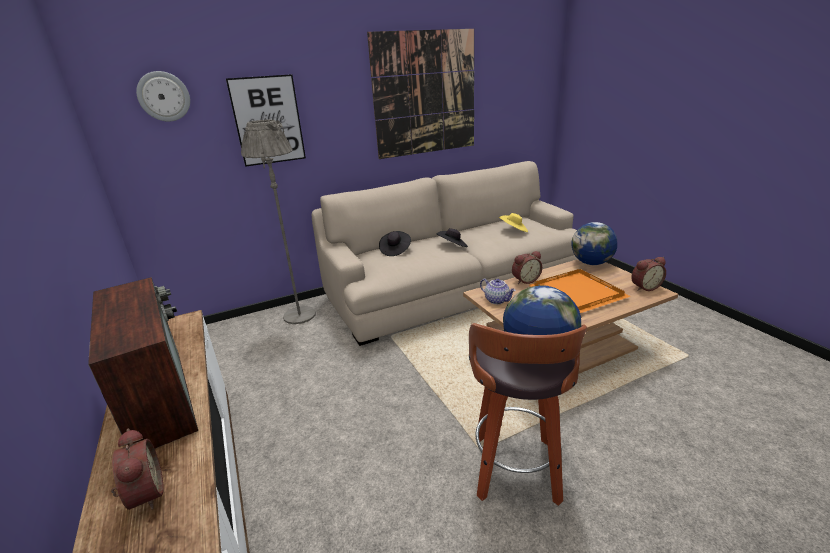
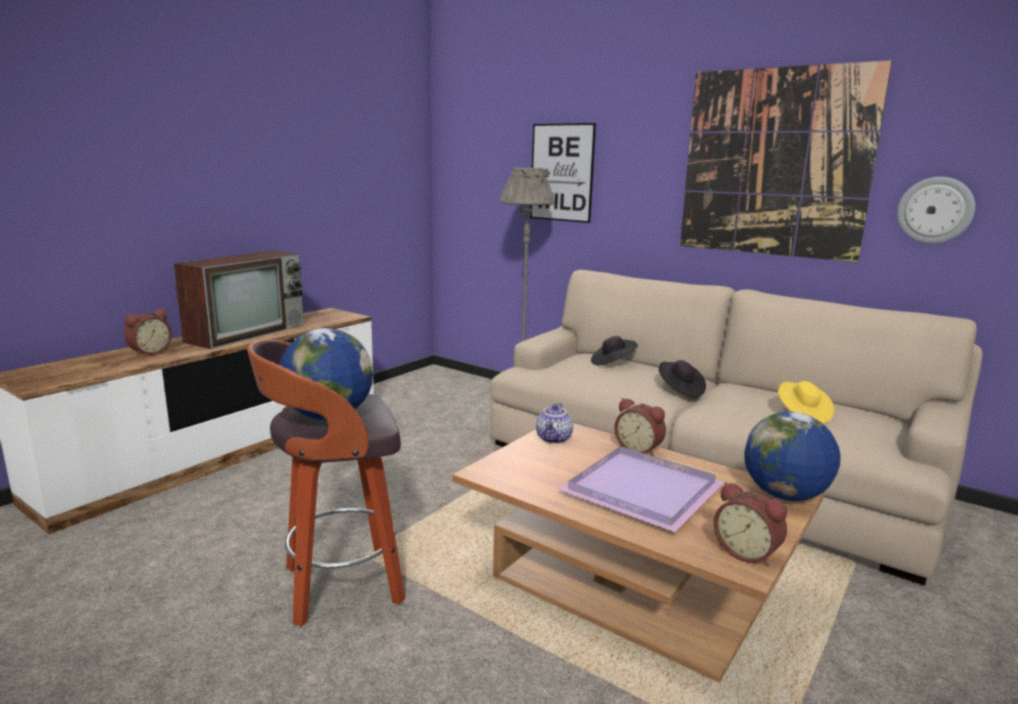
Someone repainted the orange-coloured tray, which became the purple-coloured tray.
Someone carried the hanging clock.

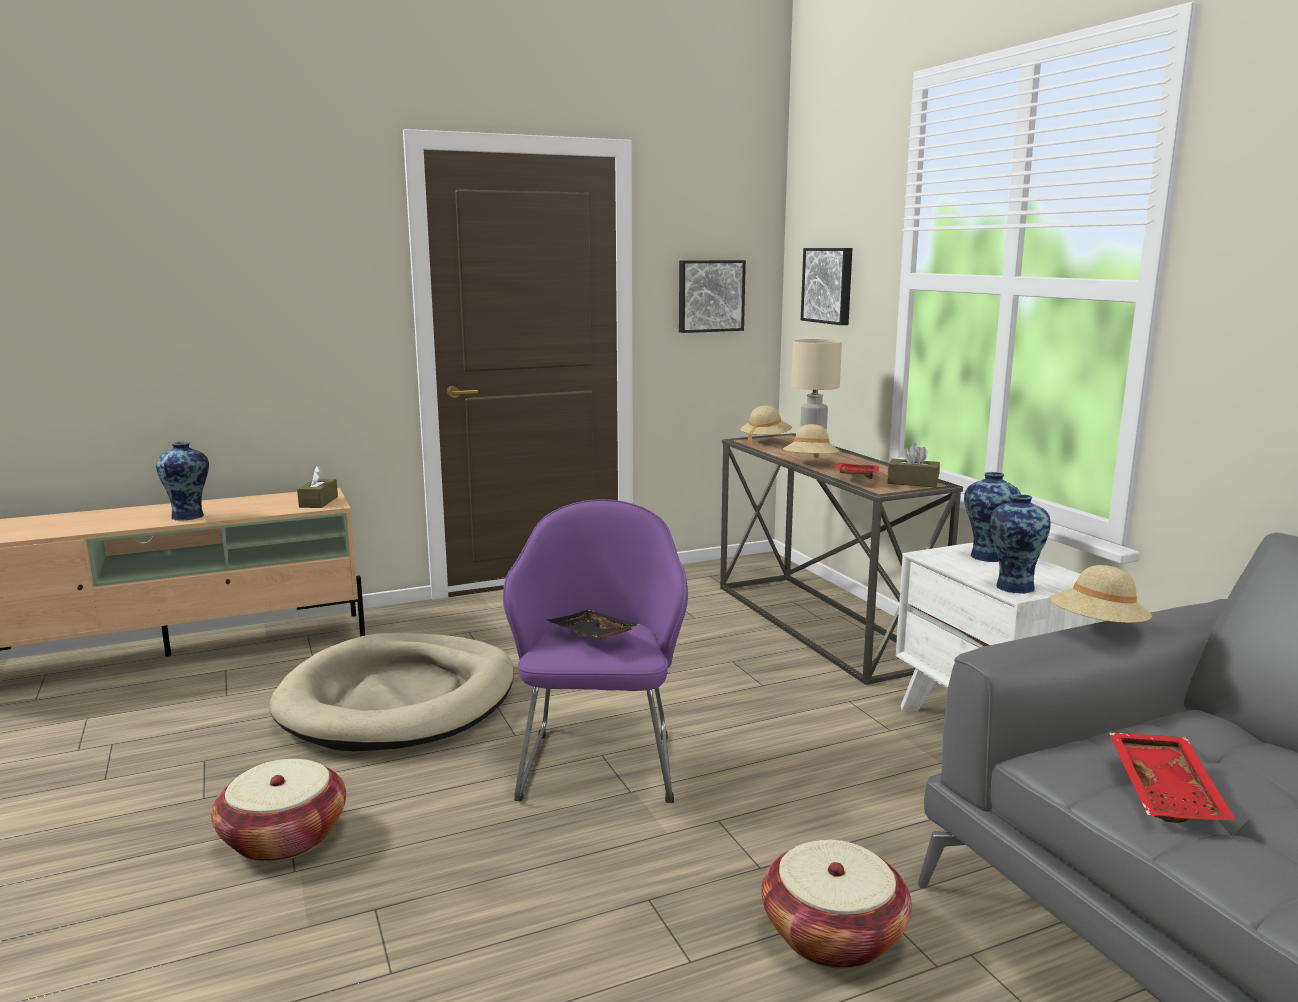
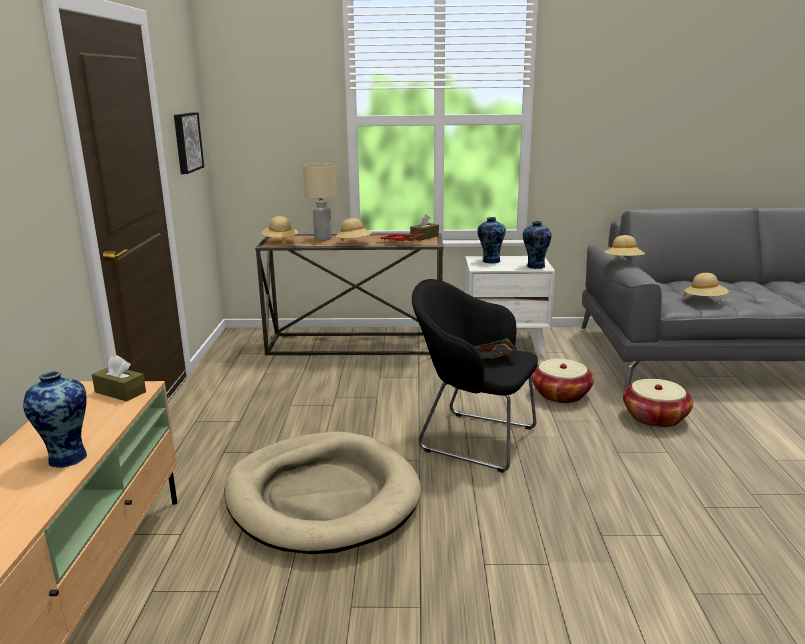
Someone repainted the purple-coloured armchair, which became the black armchair.
Someone carried the household basket (1st from left).
Someone swapped the red tray (2nd from left) for the beige-coloured clothing hat (4th from left).
Someone took away the wall art (2nd from left).

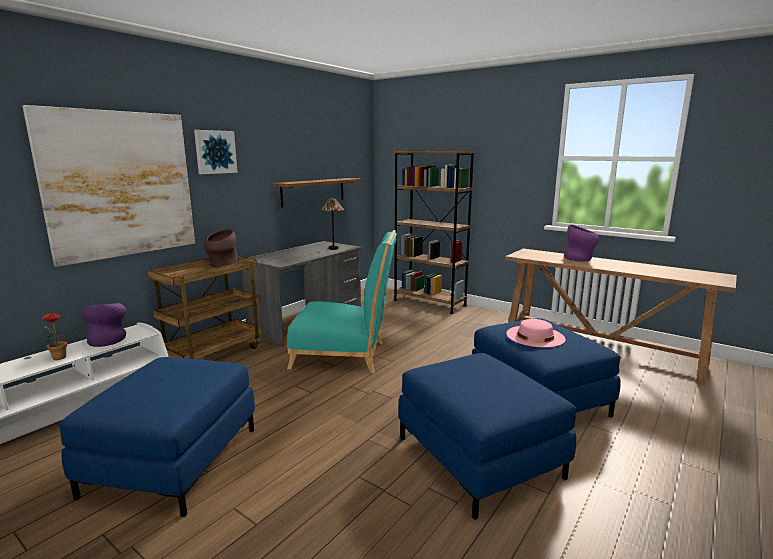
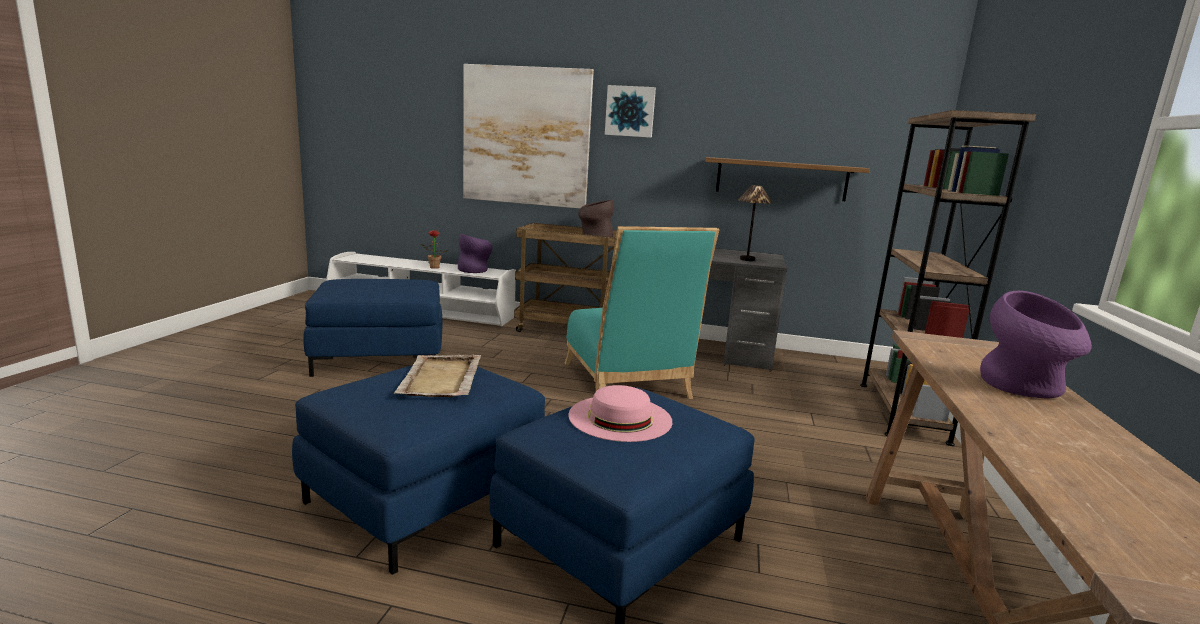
Someone put down the beige-coloured tray.

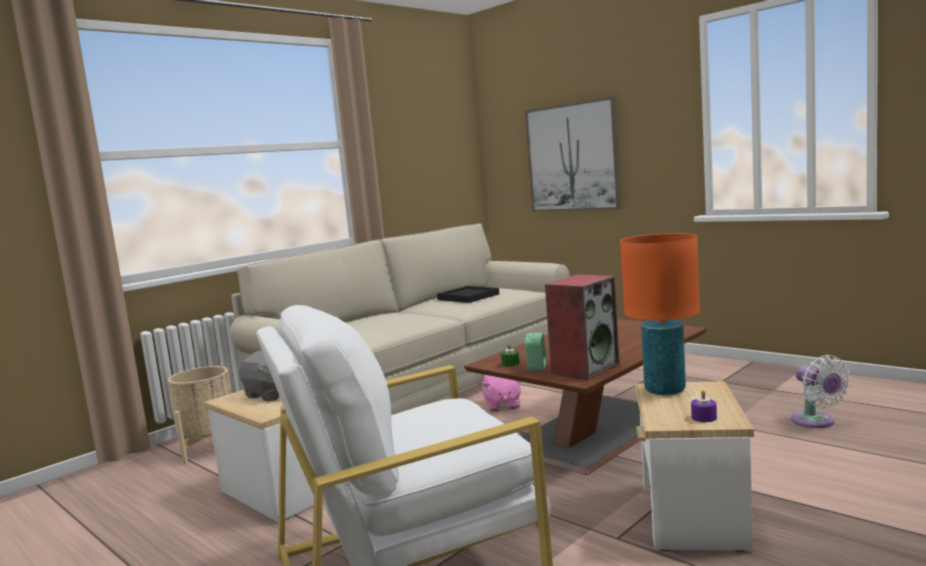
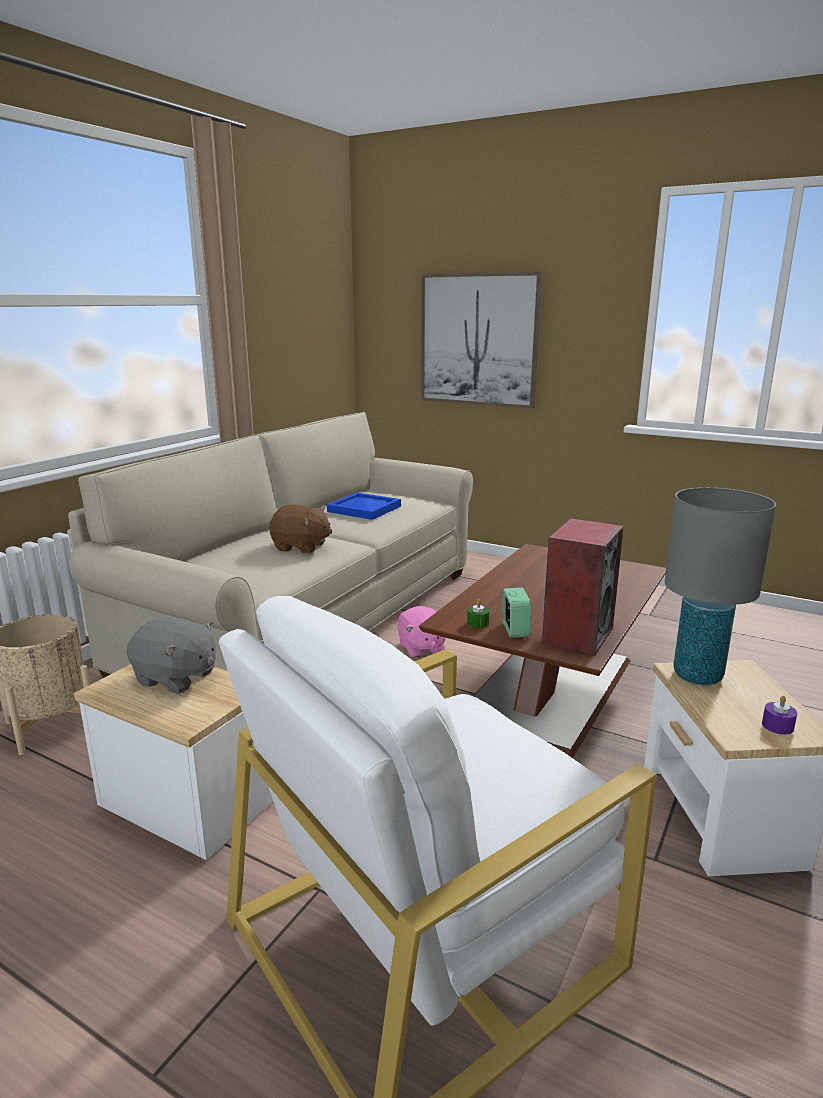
Someone put down the brown soft toy.
Someone repainted the black tray, which became the bluish tray.
Someone repainted the orange-coloured tabletop lamp, which became the grey tabletop lamp.
Someone took away the white-coloured electric fan.

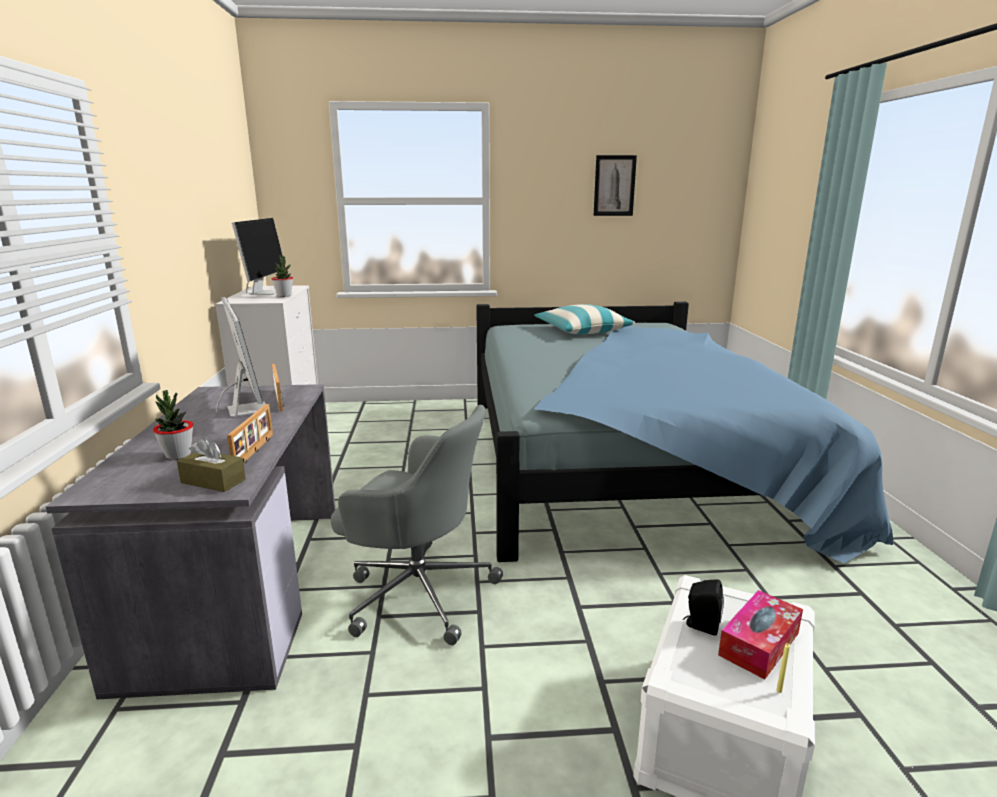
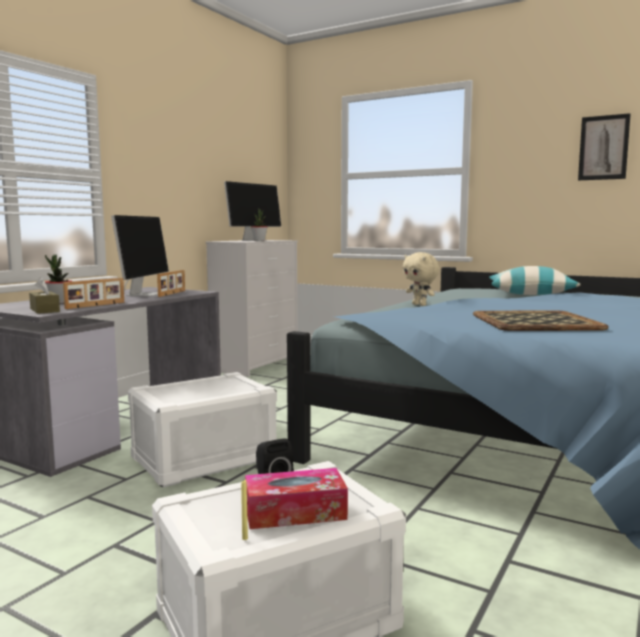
Someone swapped the grey computer chair for the white-coloured storage container (1st from left).
Someone put down the beige-coloured soft toy.
Someone put down the tray.

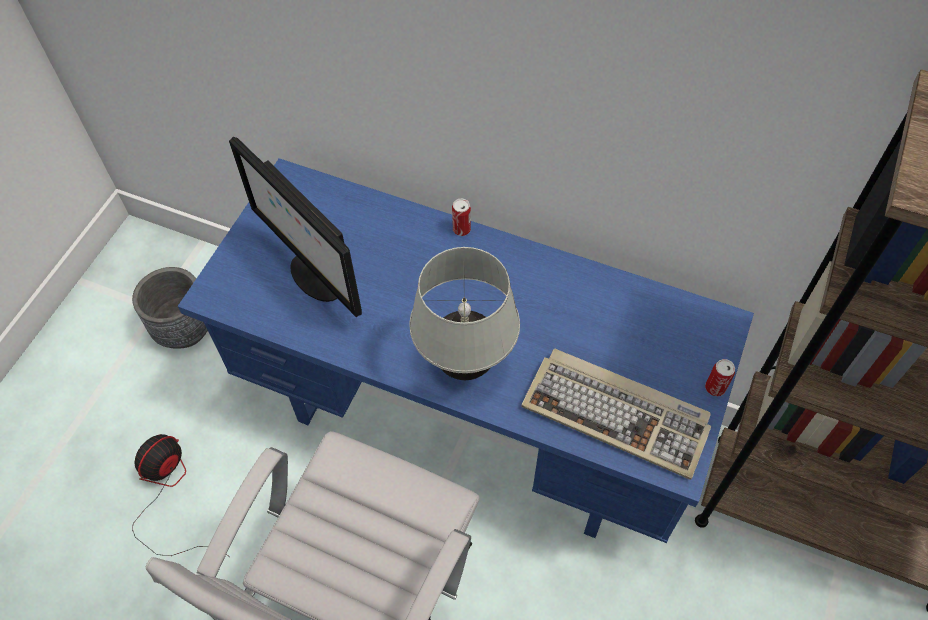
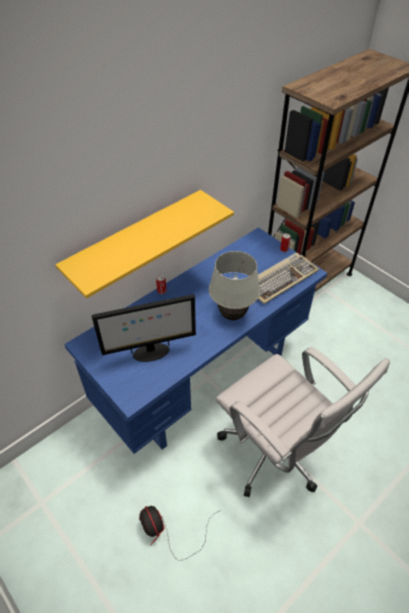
Someone put up the yellow-coloured shelf.
Someone took away the grey plant pot.

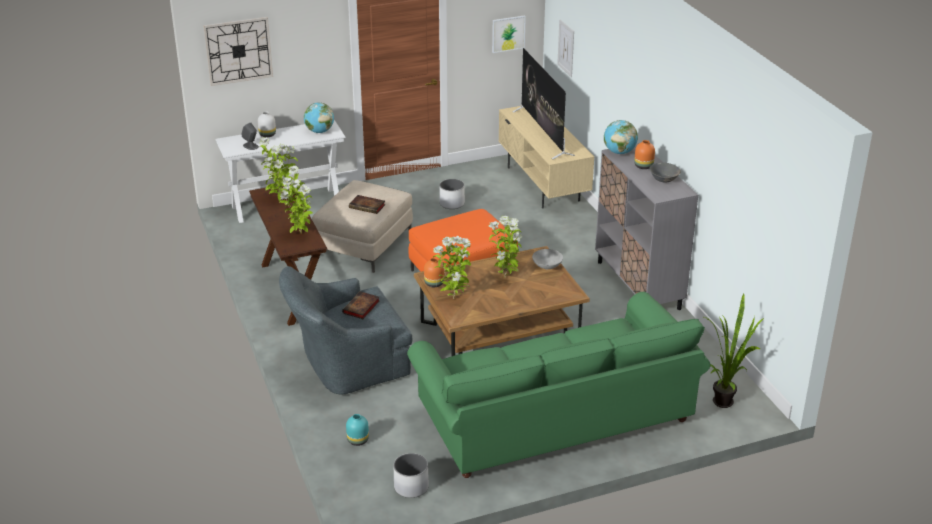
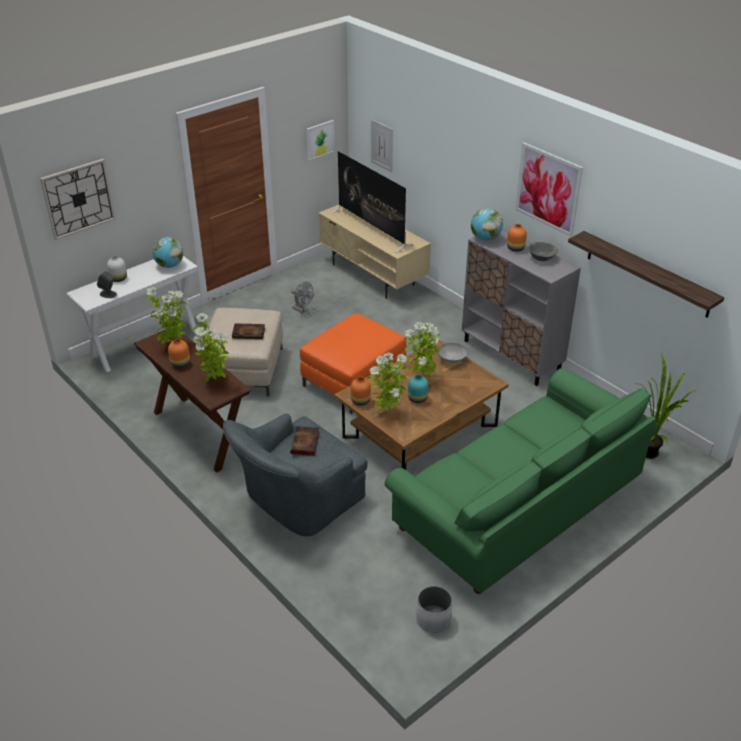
Someone put down the orange-coloured vase (1st from left).
Someone swapped the white-coloured plant pot (2nd from left) for the grey electric fan.
Someone carried the turquoise-coloured vase.
Someone put up the wall art (3rd from left).
Someone put up the shelf.

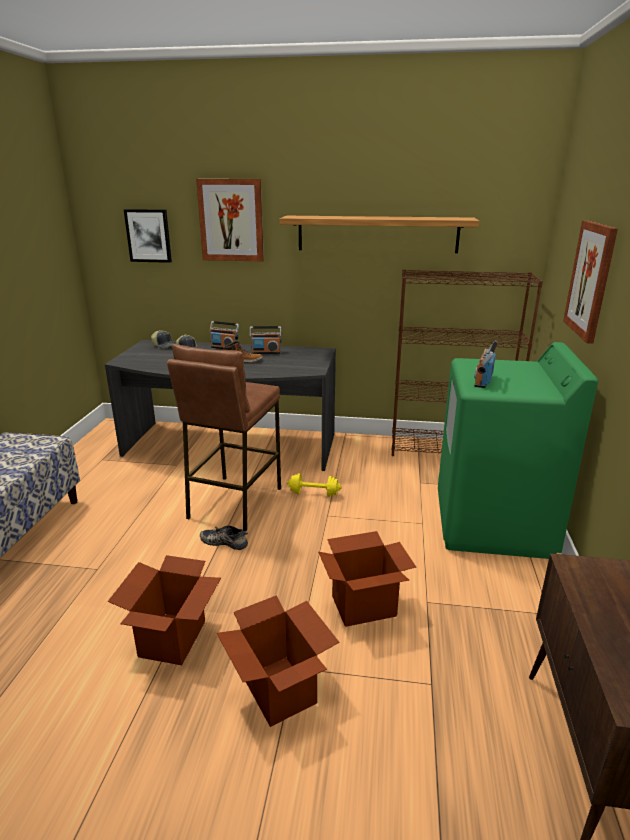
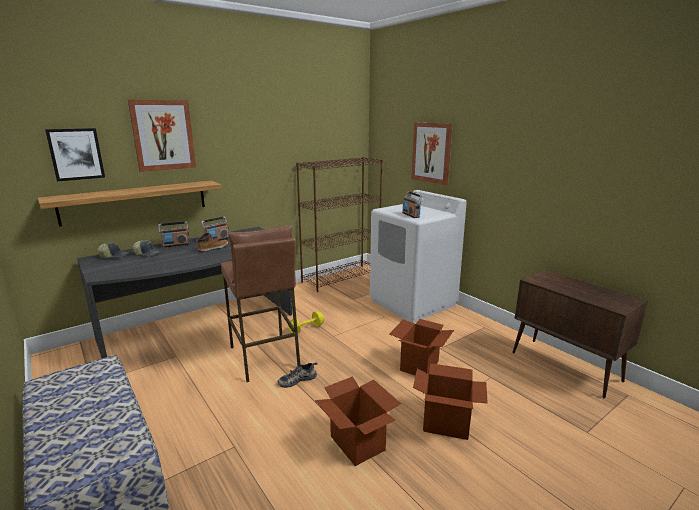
Someone carried the shelf.
Someone repainted the green washing machine, which became the white-coloured washing machine.

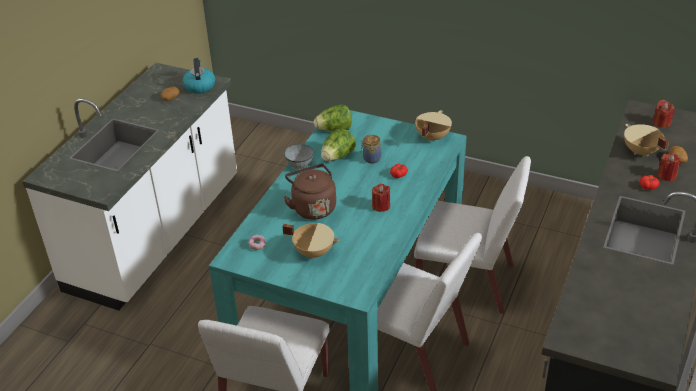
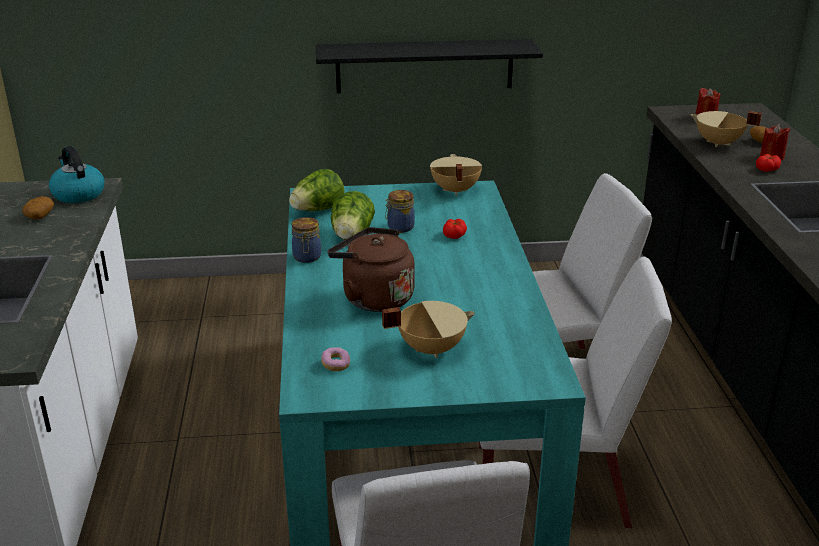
Someone swapped the grey bowl for the jar (1st from left).
Someone put up the black shelf.
Someone took away the red wax light (1st from left).

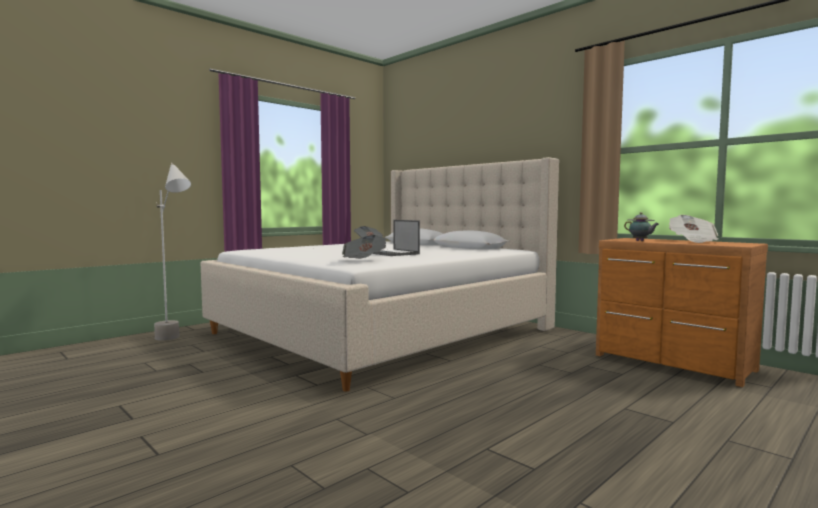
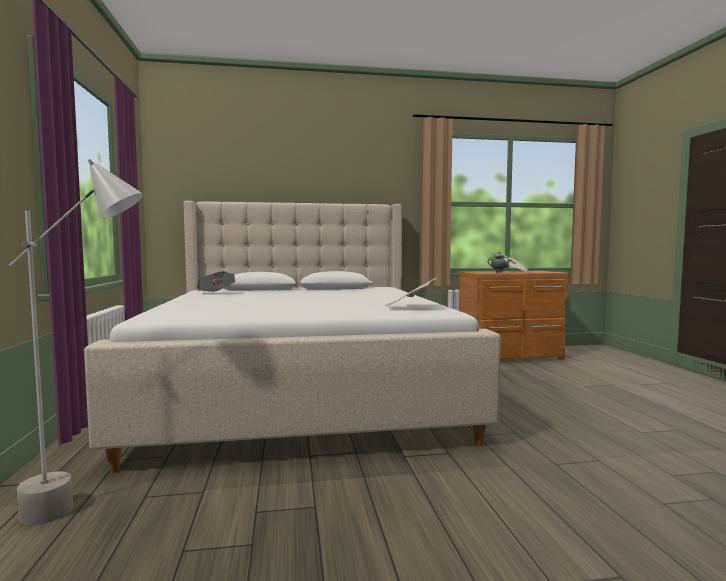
Someone took away the notebook computer.

